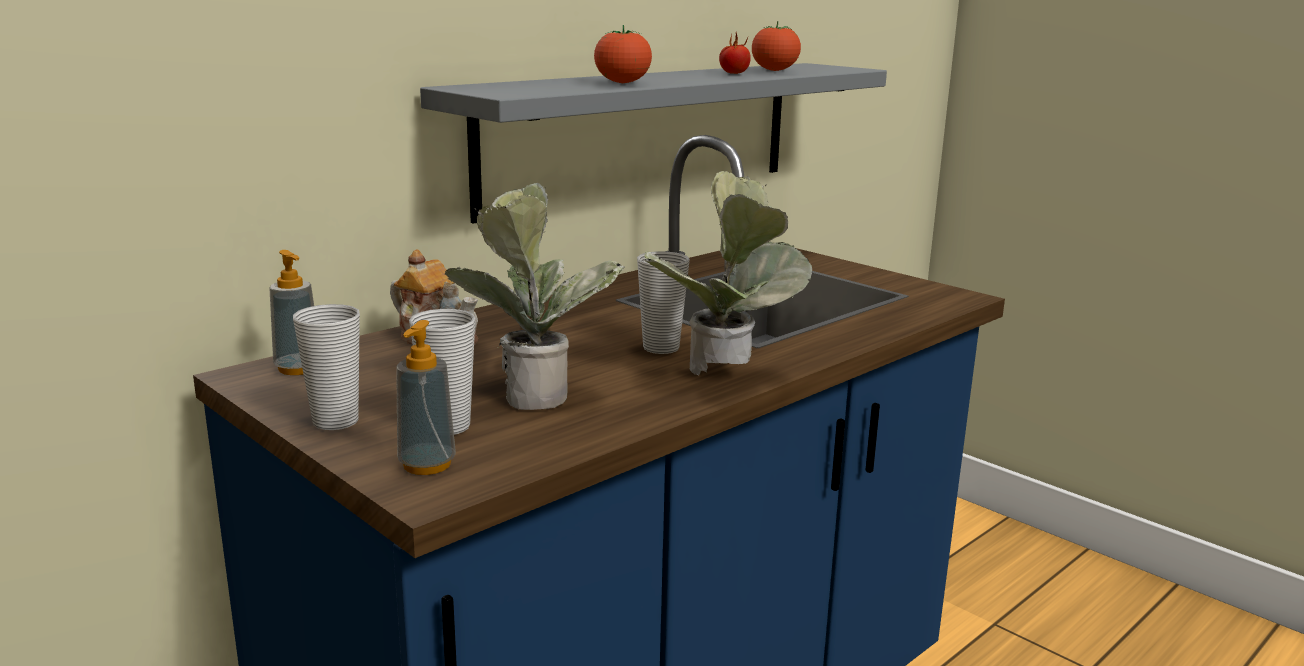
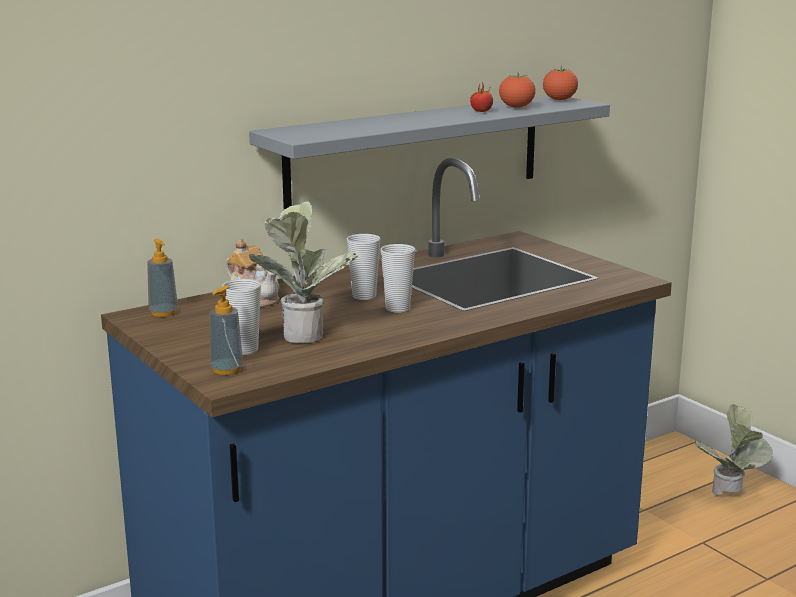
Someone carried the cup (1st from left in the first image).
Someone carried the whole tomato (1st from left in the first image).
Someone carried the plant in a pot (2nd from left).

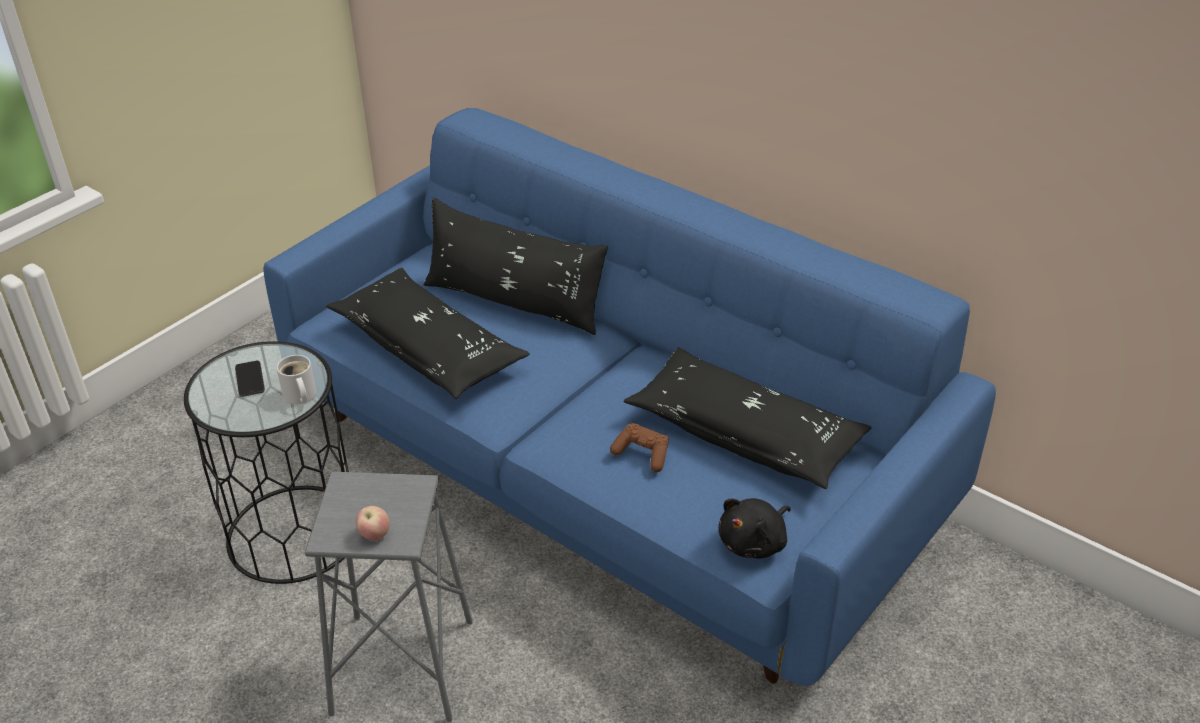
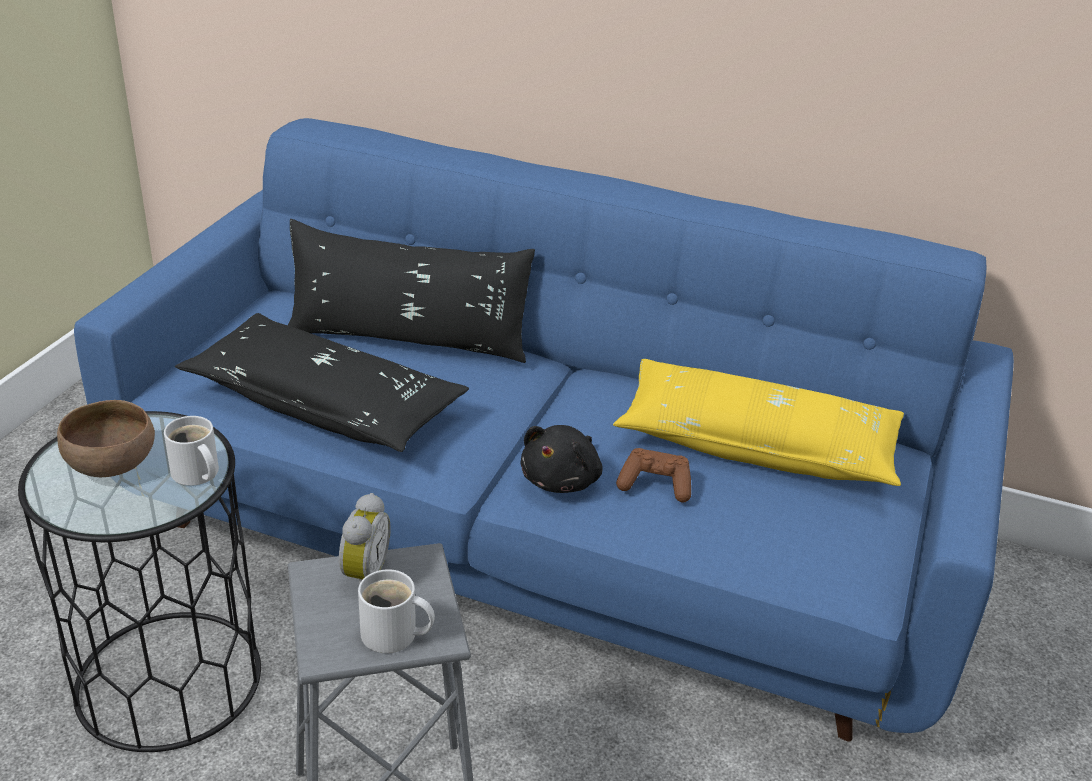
Someone swapped the phone for the brown bowl.
Someone put down the bedside clock.
Someone swapped the apple for the white-coloured mug (2nd from left).
Someone carried the black soft toy.
Someone repainted the black cushion (3rd from left), which became the yellow-coloured cushion.

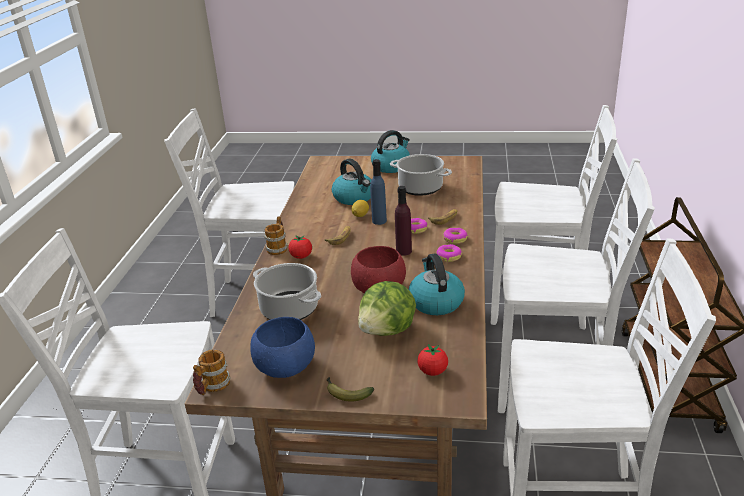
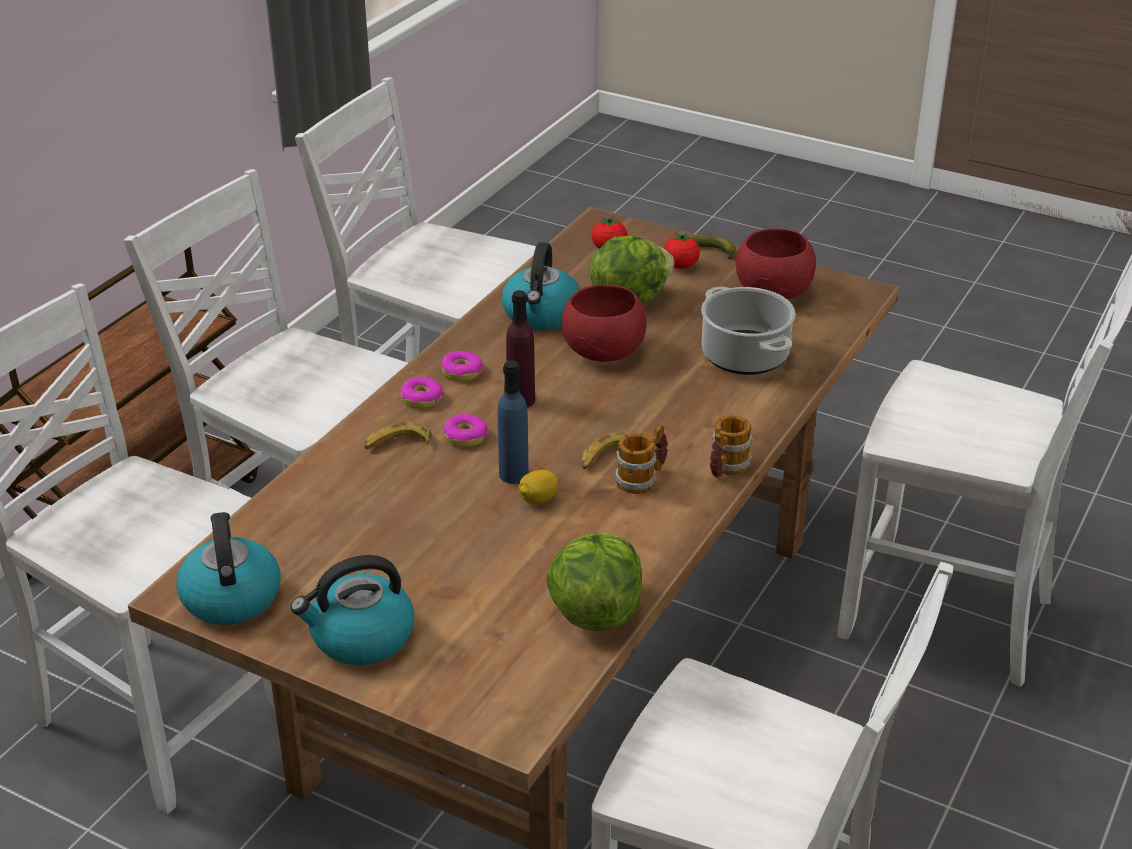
Someone carried the water kettle (1st from left).
Someone put down the head of lettuce (1st from left).
Someone carried the mug (1st from left).
Someone carried the whole tomato (1st from left in the first image).
Someone repainted the bluish bowl, which became the red bowl (2nd from left).
Someone took away the cooking pot (2nd from left).

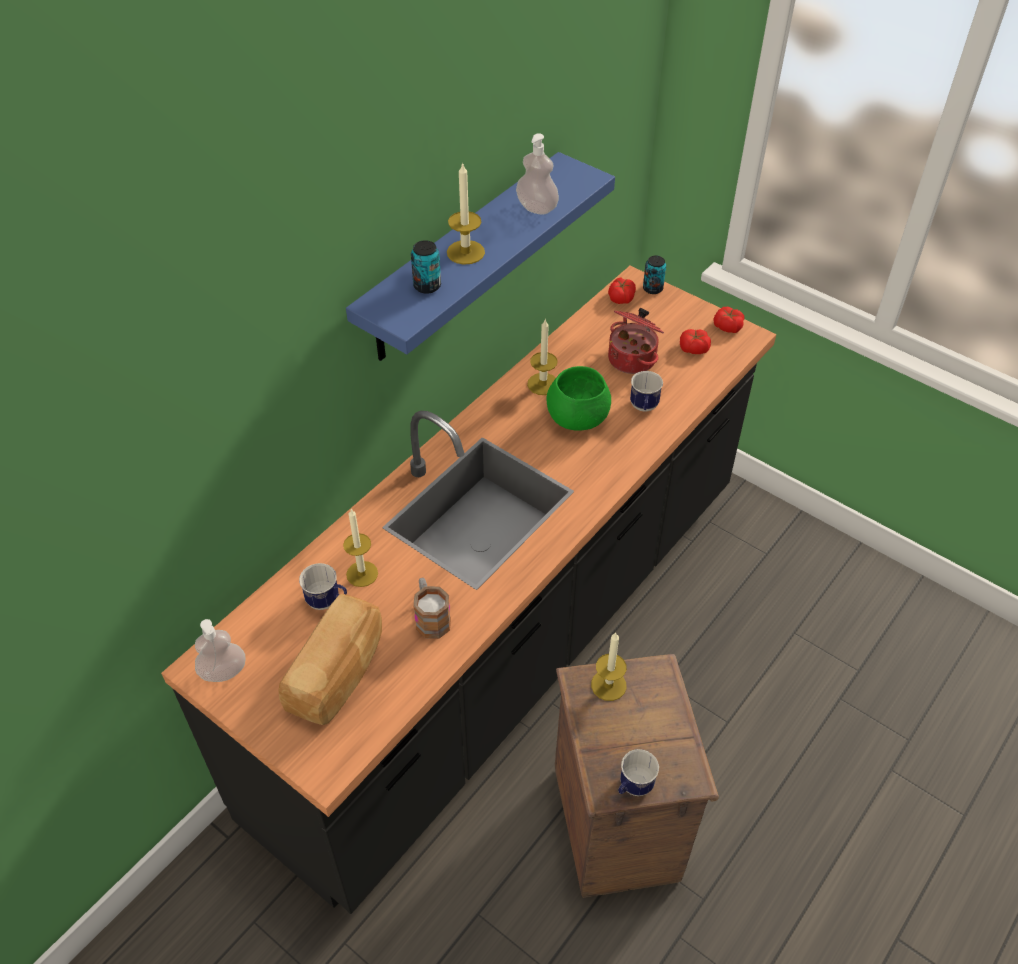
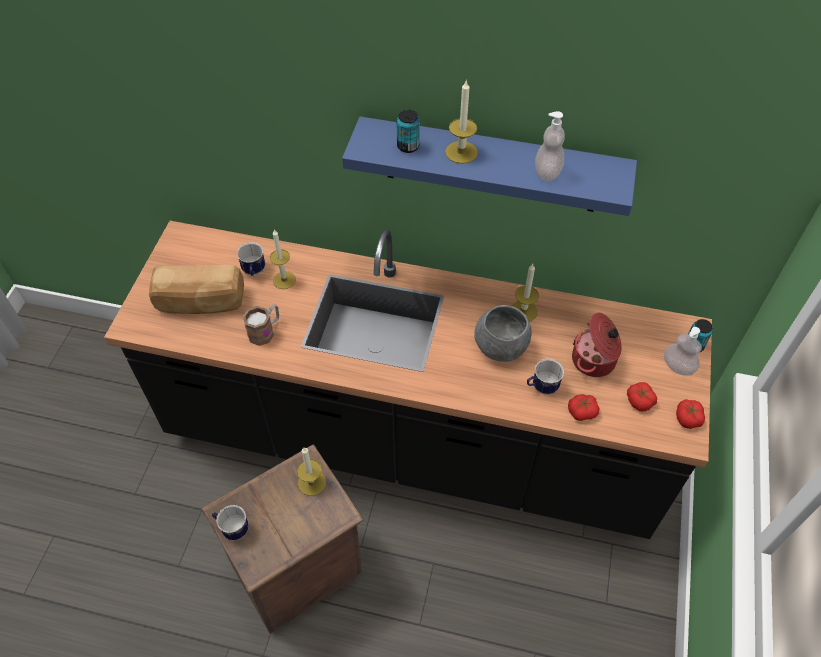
Someone repainted the green bowl, which became the grey bowl.
Someone carried the whole tomato (1st from left).
Someone carried the liquid soap bottle (1st from left in the first image).

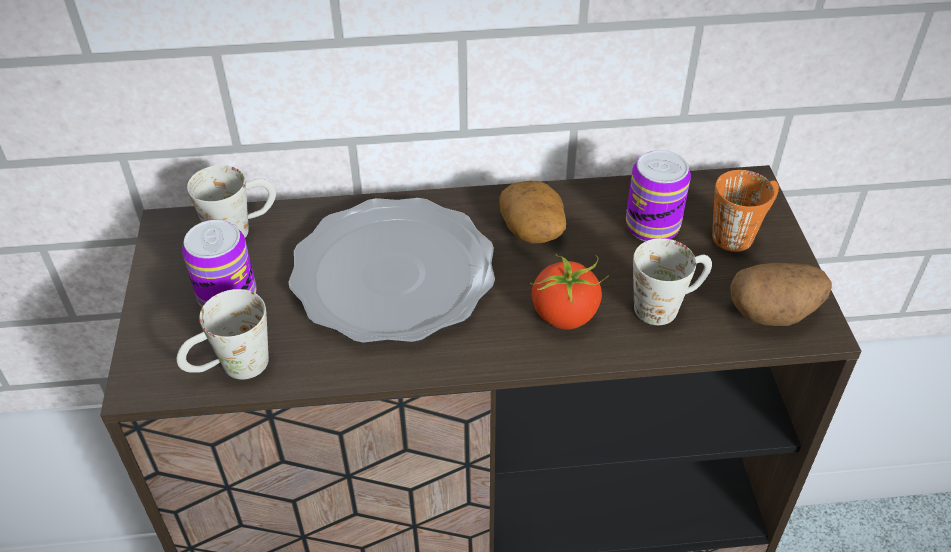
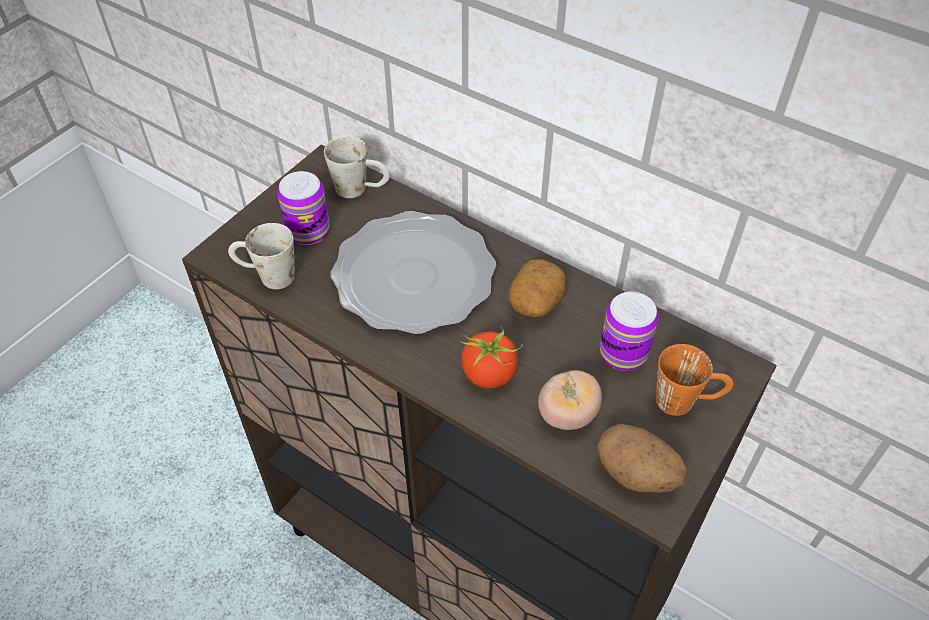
Someone swapped the white-coloured mug (3rd from left) for the whole tomato (2nd from left).

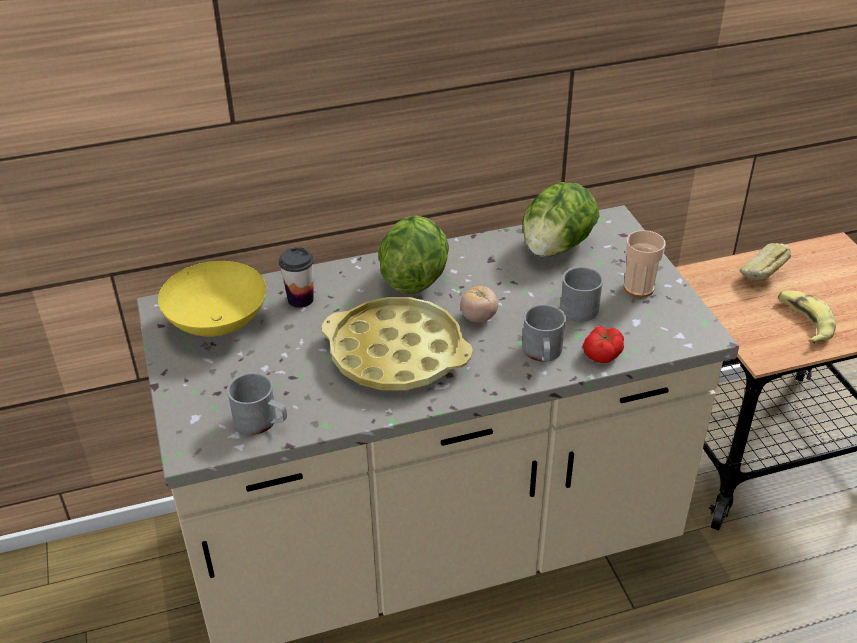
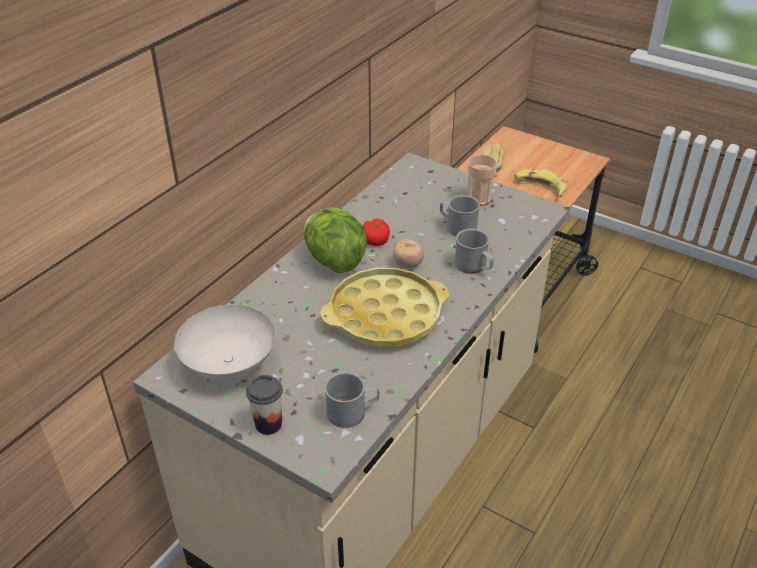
Someone repainted the yellow-coloured bowl, which became the white-coloured bowl.
Someone carried the cup (1st from left).
Someone carried the whole tomato (2nd from left in the first image).
Someone took away the head of lettuce (2nd from left).

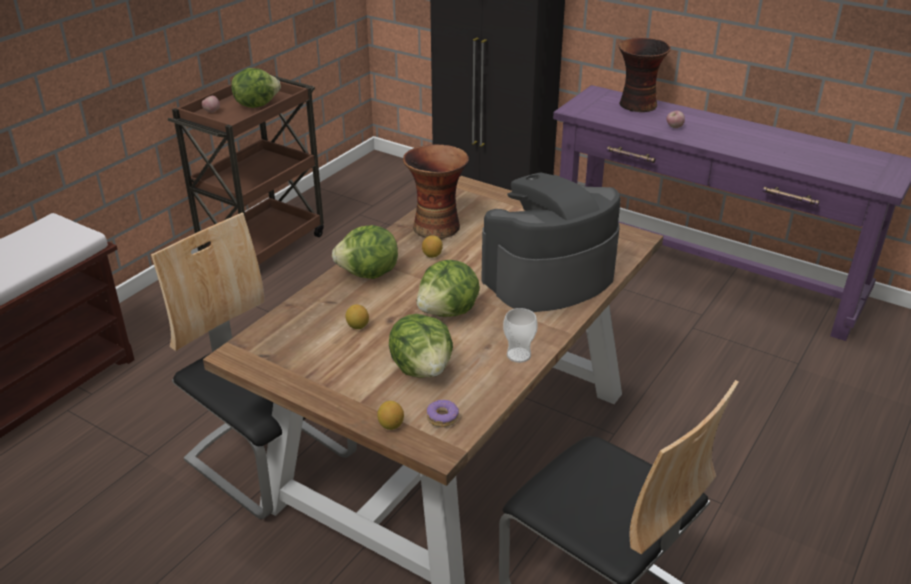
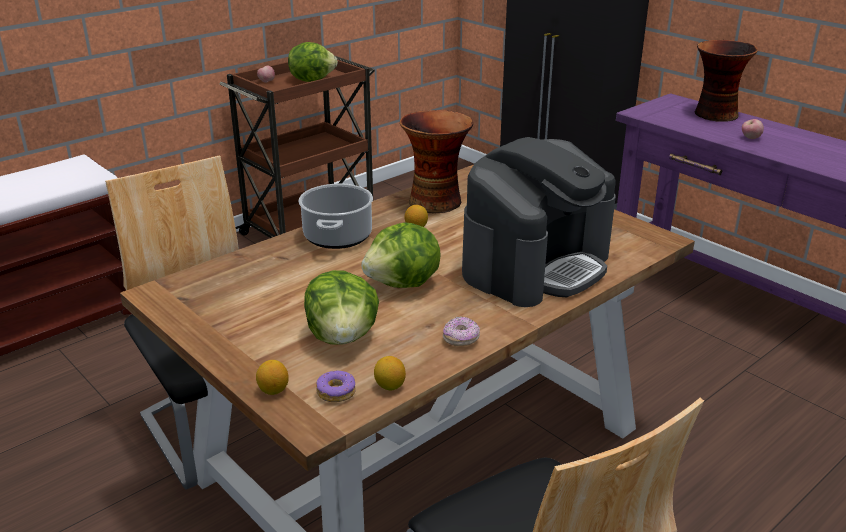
Someone swapped the head of lettuce (2nd from left) for the cooking pot.
Someone carried the citrus fruit (1st from left in the first image).
Someone swapped the cup for the doughnut (2nd from left).
Someone rotated the coffee brewer by 150 degrees clockwise.

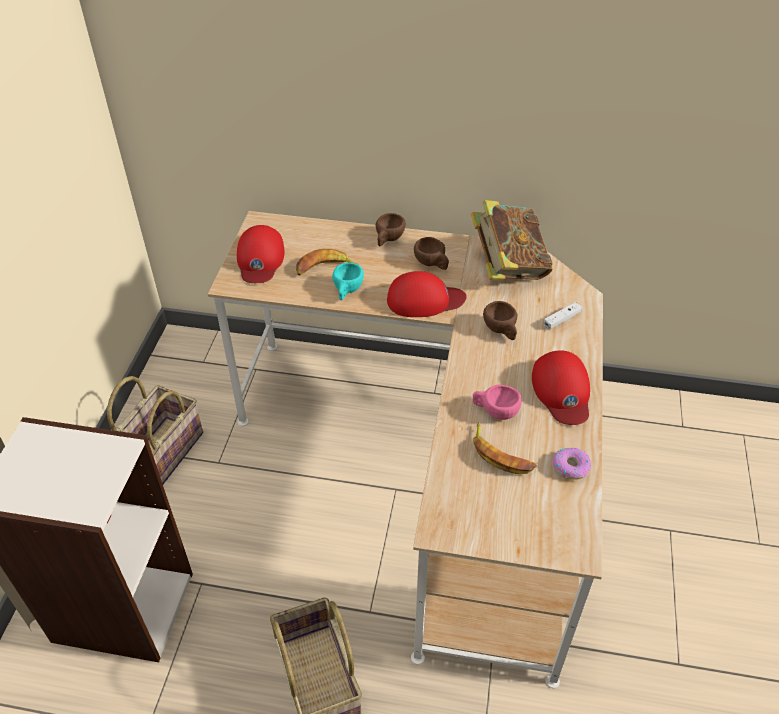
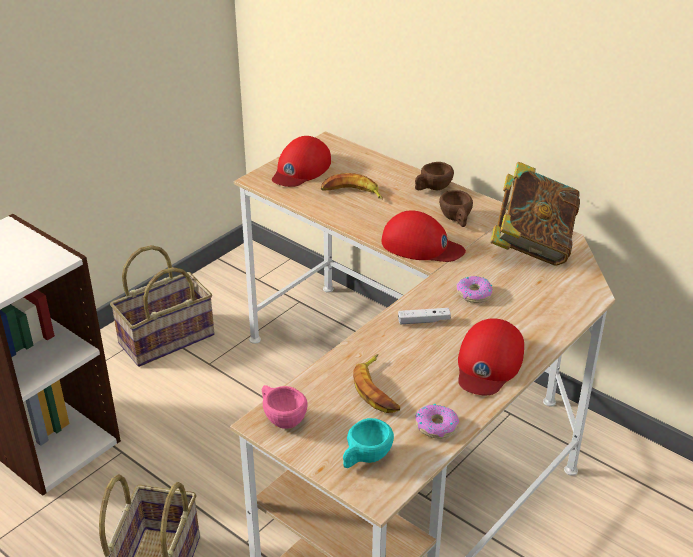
Someone carried the pink-coloured cup.
Someone carried the turquoise-coloured cup.
Someone carried the white-coloured joypad.
Someone swapped the brown cup (3rd from left) for the doughnut (2nd from left).

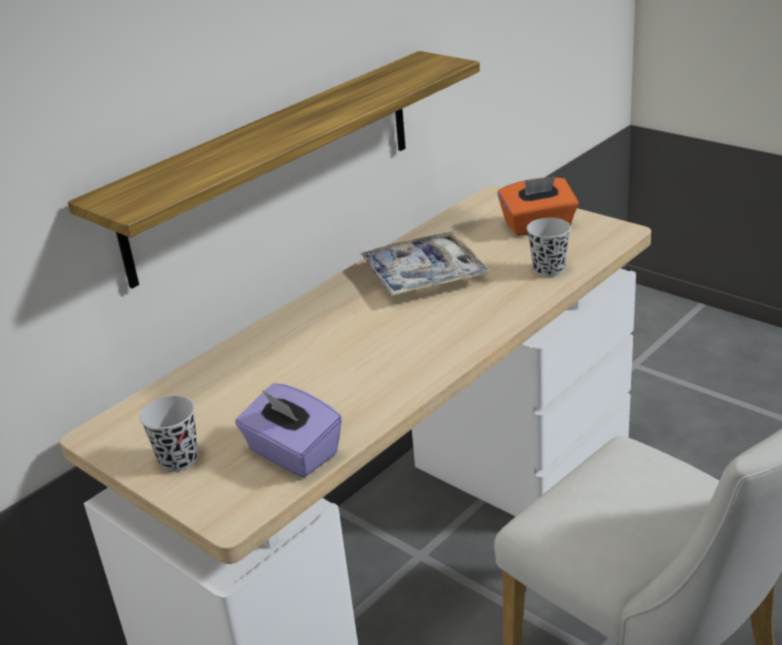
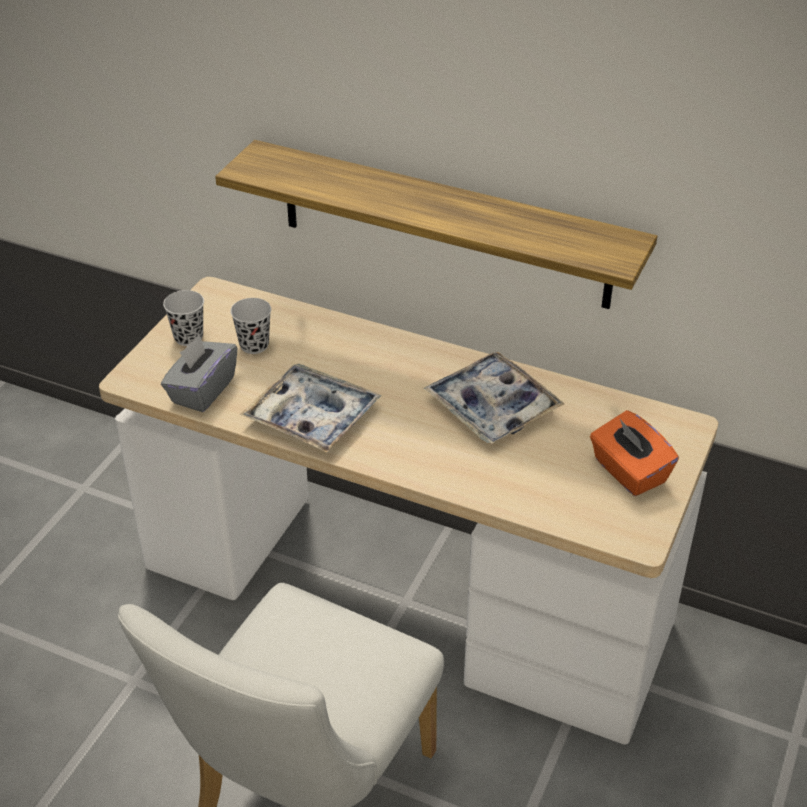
Someone repainted the purple-coloured box of tissues, which became the grey box of tissues.
Someone carried the black cup (2nd from left).
Someone put down the tray (1st from left).

